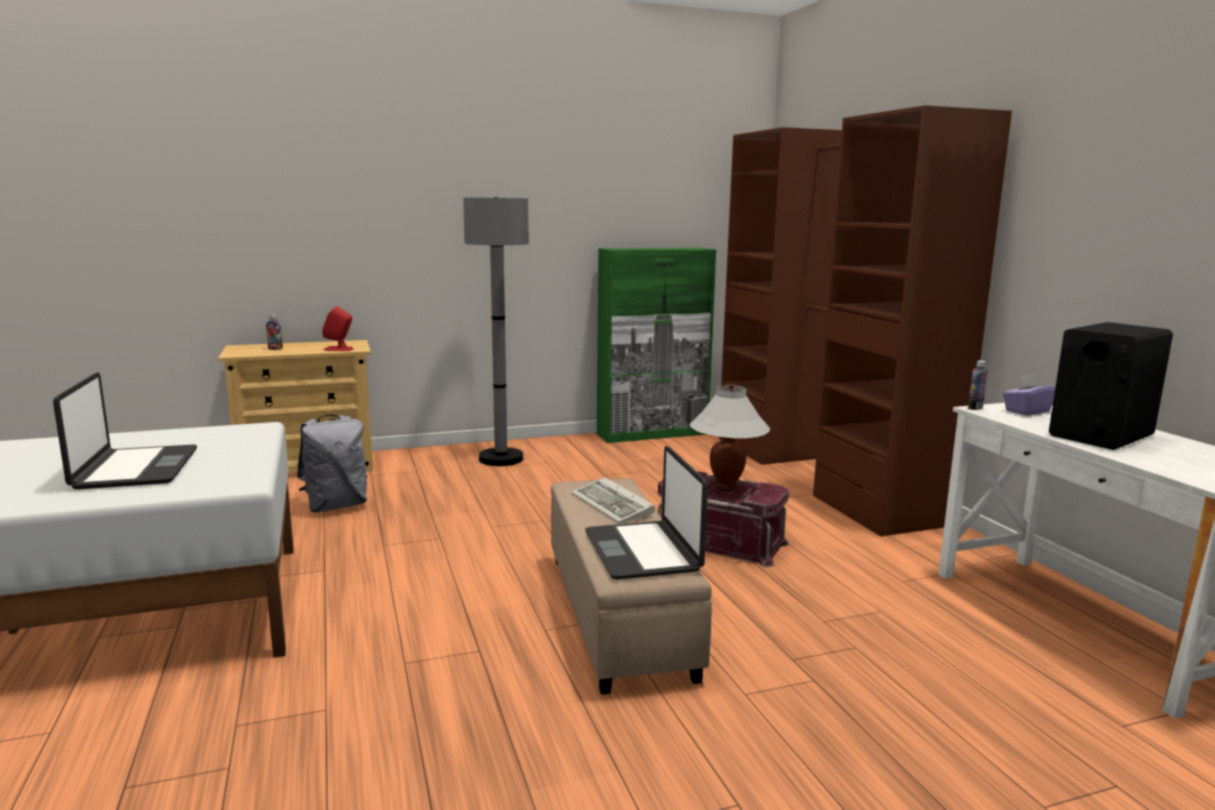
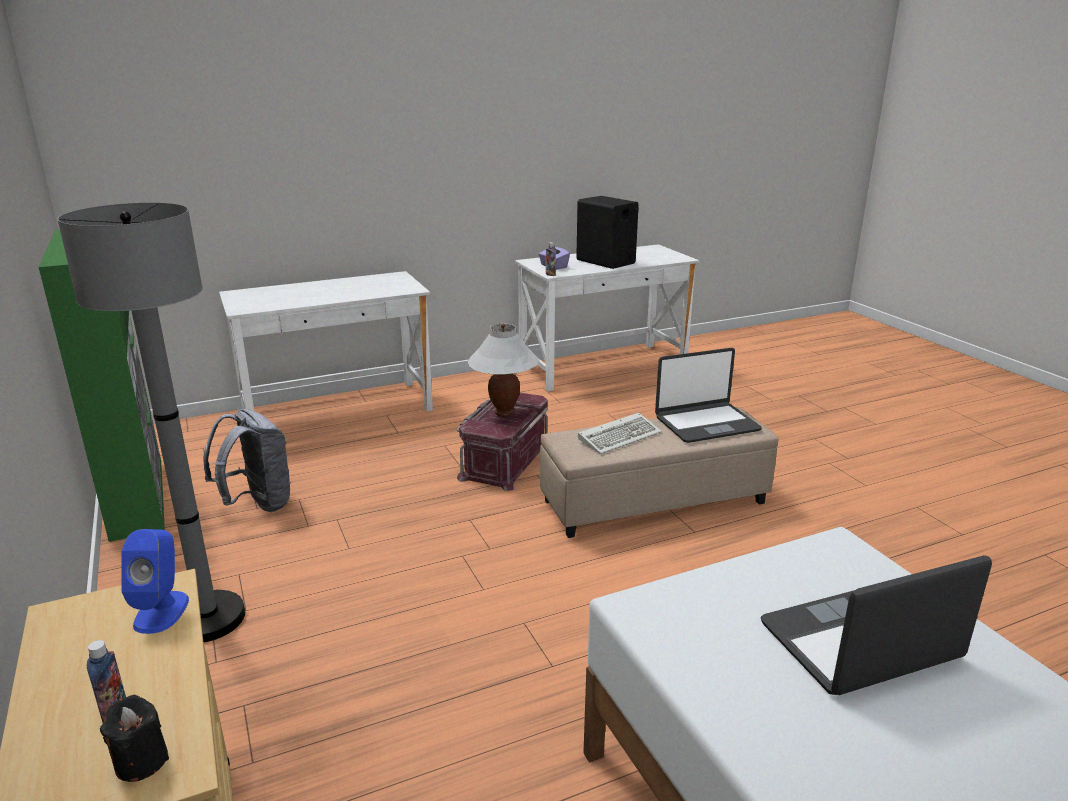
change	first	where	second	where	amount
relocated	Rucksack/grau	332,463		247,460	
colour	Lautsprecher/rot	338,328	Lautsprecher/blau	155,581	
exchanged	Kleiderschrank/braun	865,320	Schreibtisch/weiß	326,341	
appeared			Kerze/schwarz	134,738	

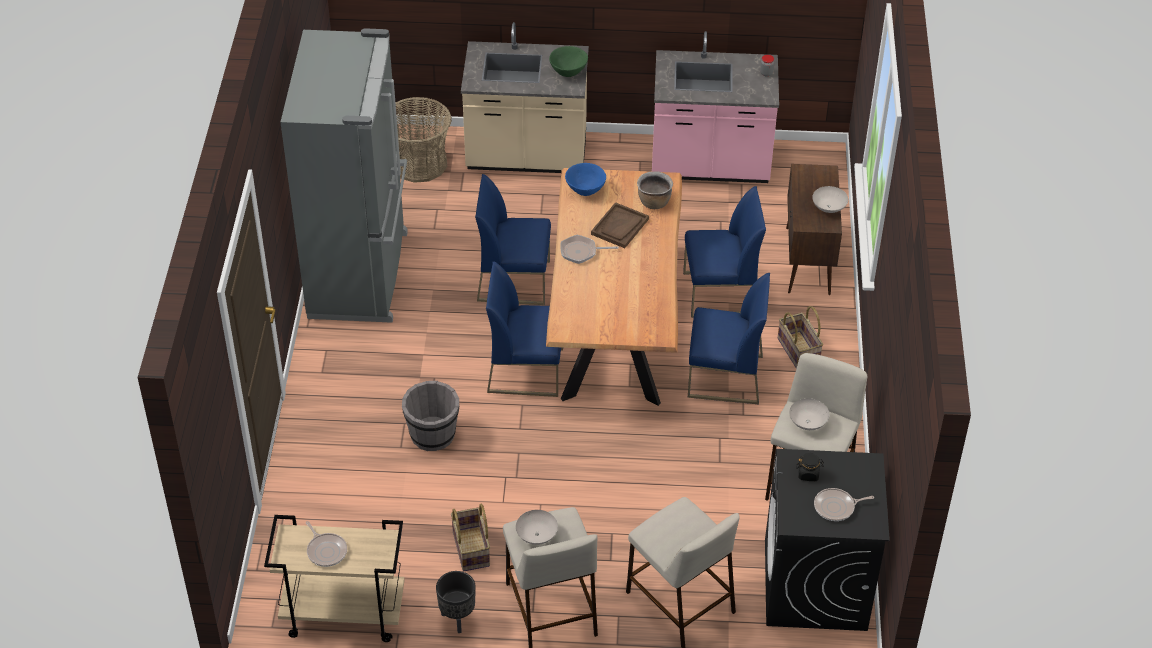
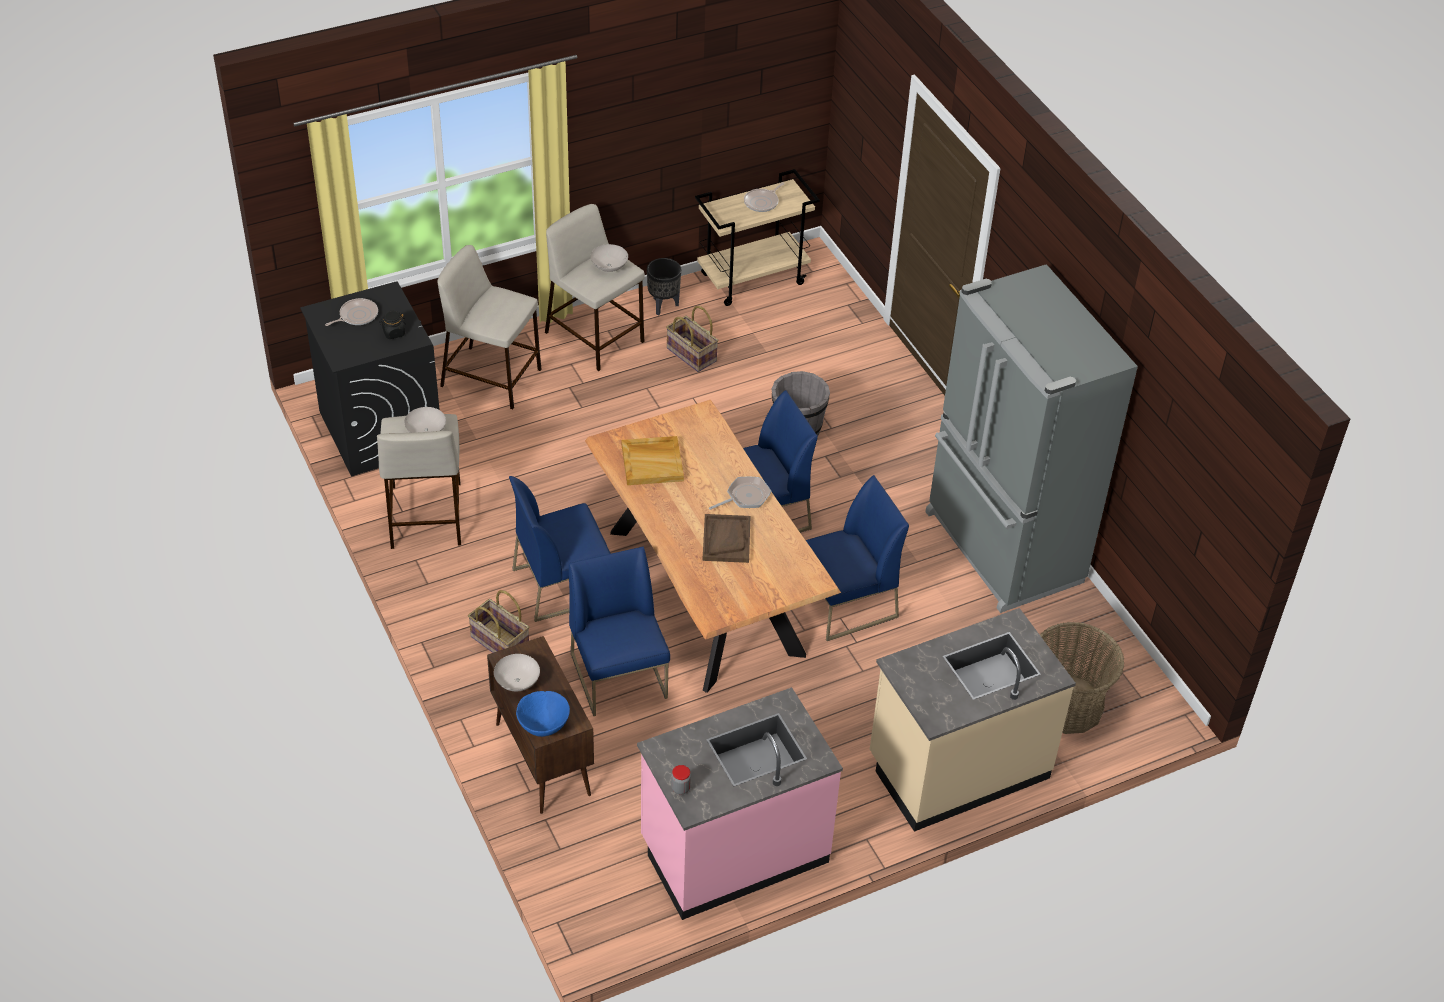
change	first	where	second	where	amount
spun	Pfanne	326,544		764,197	75 degrees counterclockwise
missing	Schüssel/grün	568,61			
relocated	Schüssel/blau	585,179		543,714	
missing	Kochtopf/braun	655,190			
spun	Stuhl/blau	724,252		619,631	105 degrees clockwise
appeared			Tablett/beige	653,460	

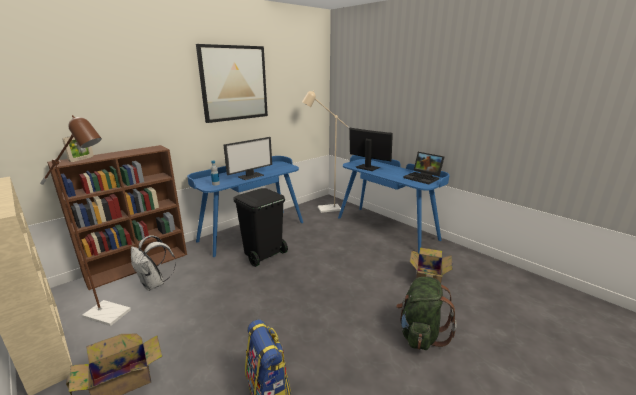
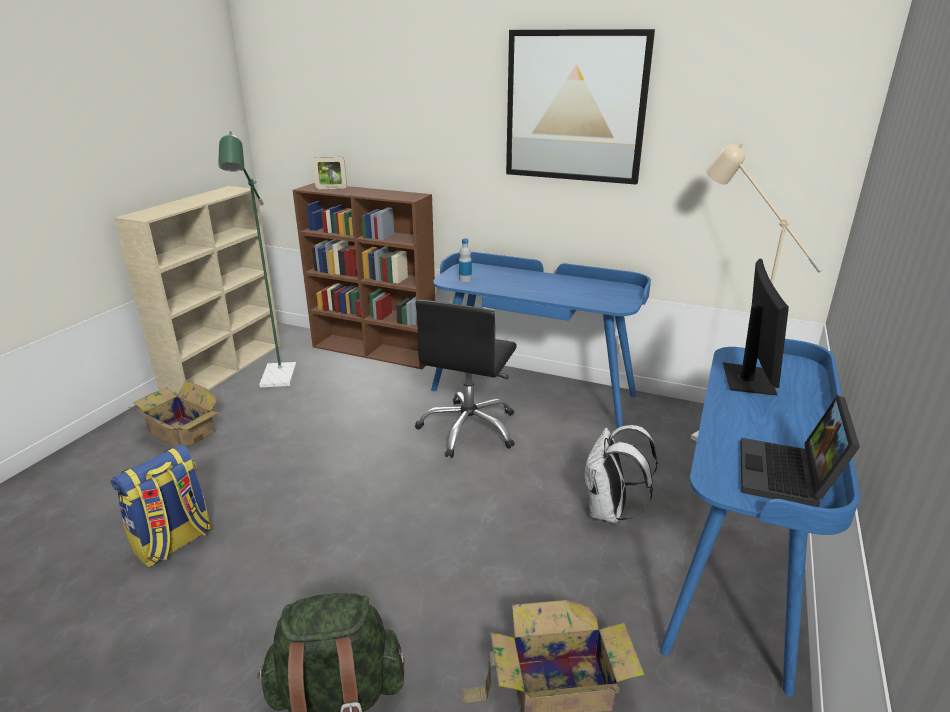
change	first	where	second	where	amount
colour	Stehlampe/braun	85,220	Stehlampe/grün	257,259	
relocated	Rucksack/weiß	153,263		620,474	
missing	Monitor	248,158			
exchanged	Mülleimer/schwarz	260,227	Bürostuhl/schwarz	466,379	

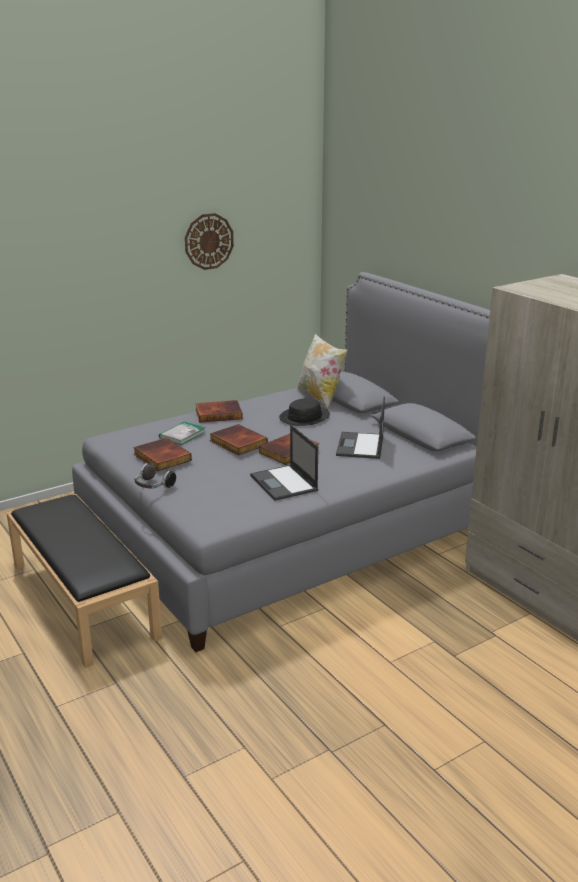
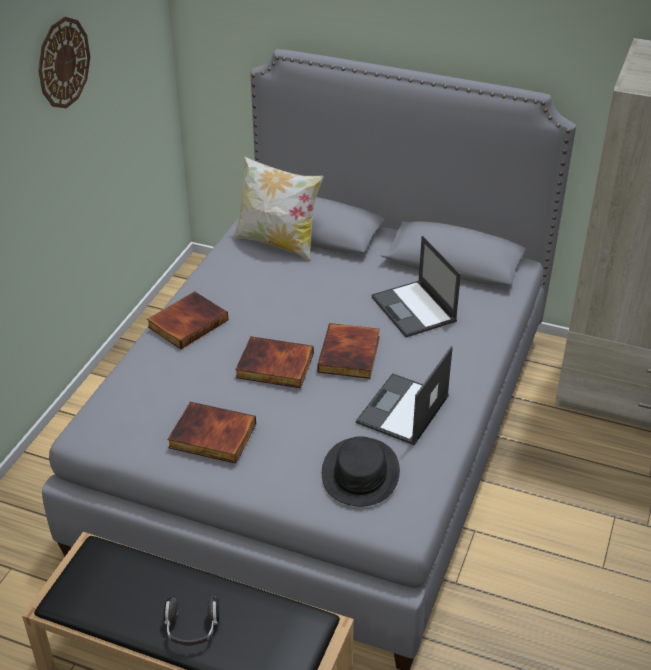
change	first	where	second	where	amount
relocated	Kopfhörer	155,476		191,621	
missing	Buch	182,433			
spun	Laptop	284,463		404,395	90 degrees clockwise
relocated	Hut/schwarz	304,412		361,471	

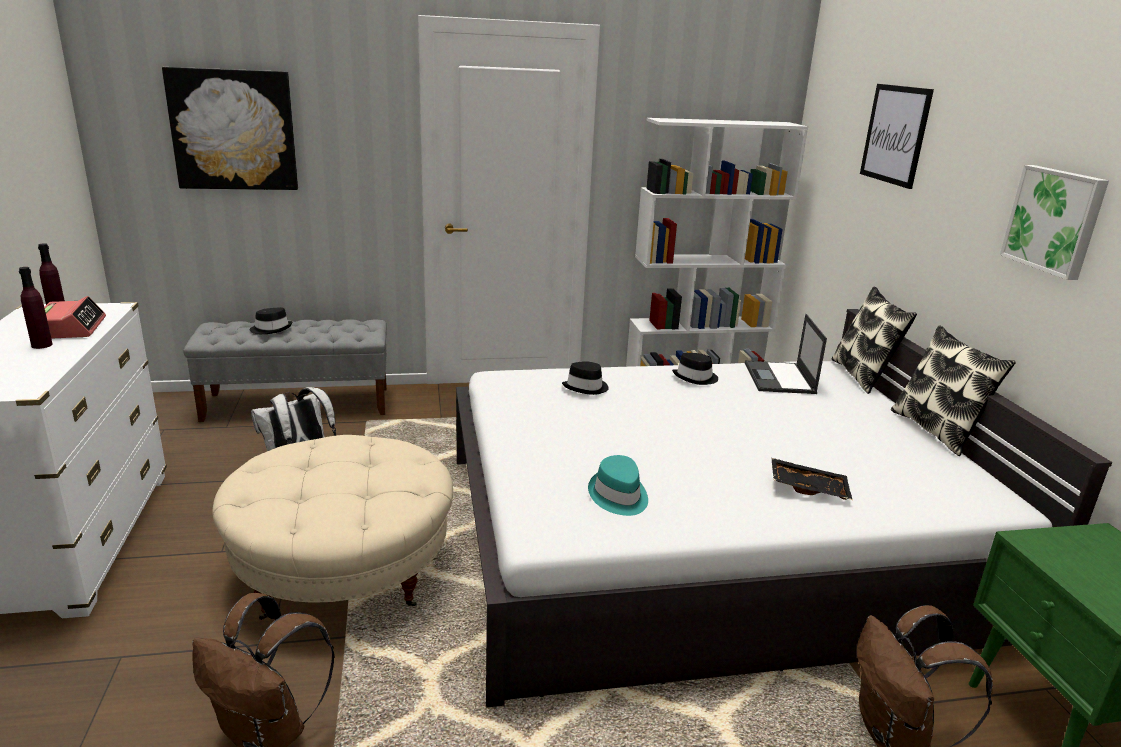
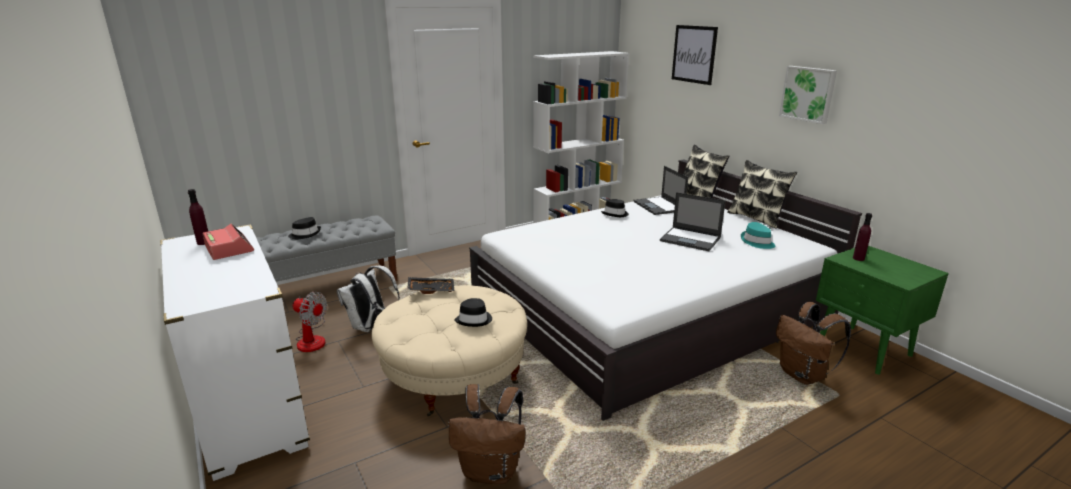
change	first	where	second	where	amount
relocated	Flasche/lila	35,308		862,237	
missing	Bild	230,128			
relocated	Hut/schwarz	585,378		473,312	
relocated	Hut/türkis	618,485		758,235	
relocated	Tablett/schwarz	812,479		430,285	
appeared			Ventilator	309,321	
appeared			Laptop	693,221	

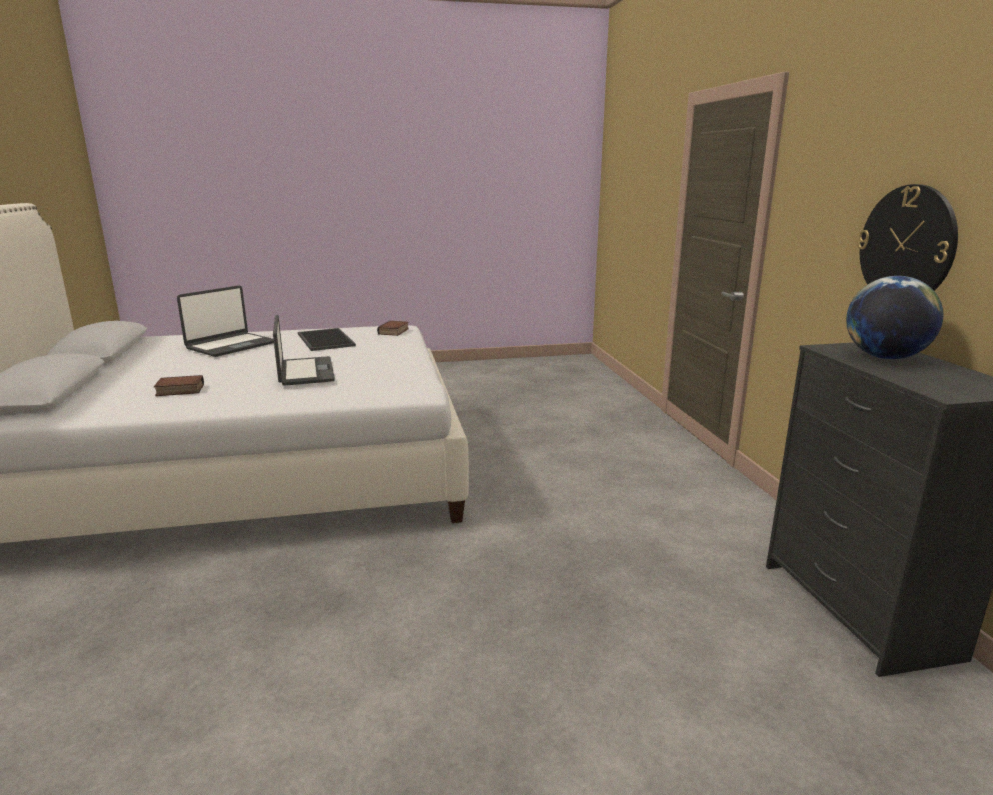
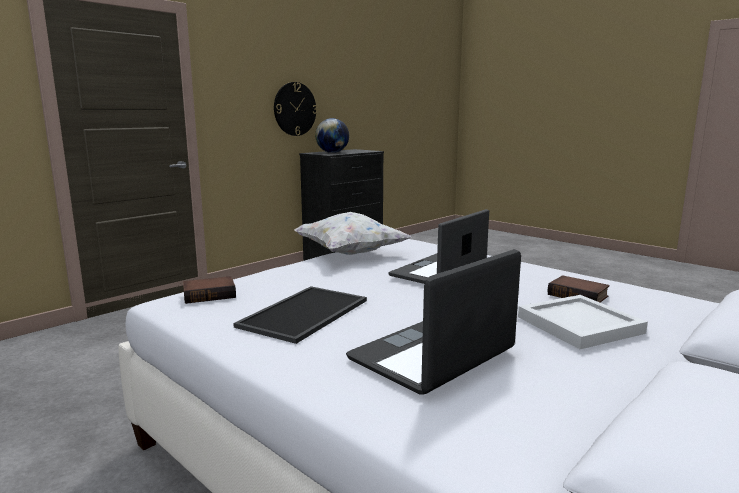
change	first	where	second	where	amount
spun	Laptop	225,321		433,322	45 degrees counterclockwise
appeared			Kissen/weiß	352,233	
appeared			Tablett/weiß	583,322	

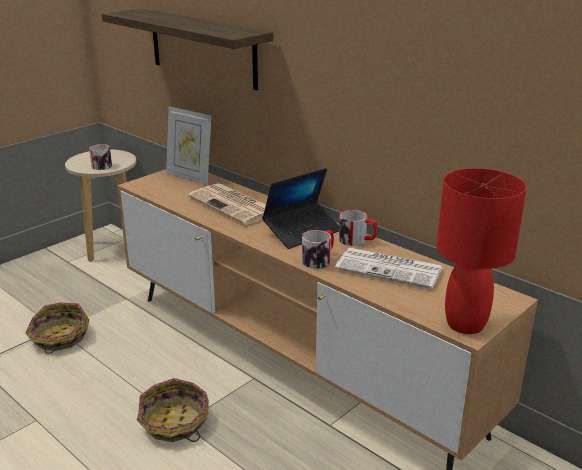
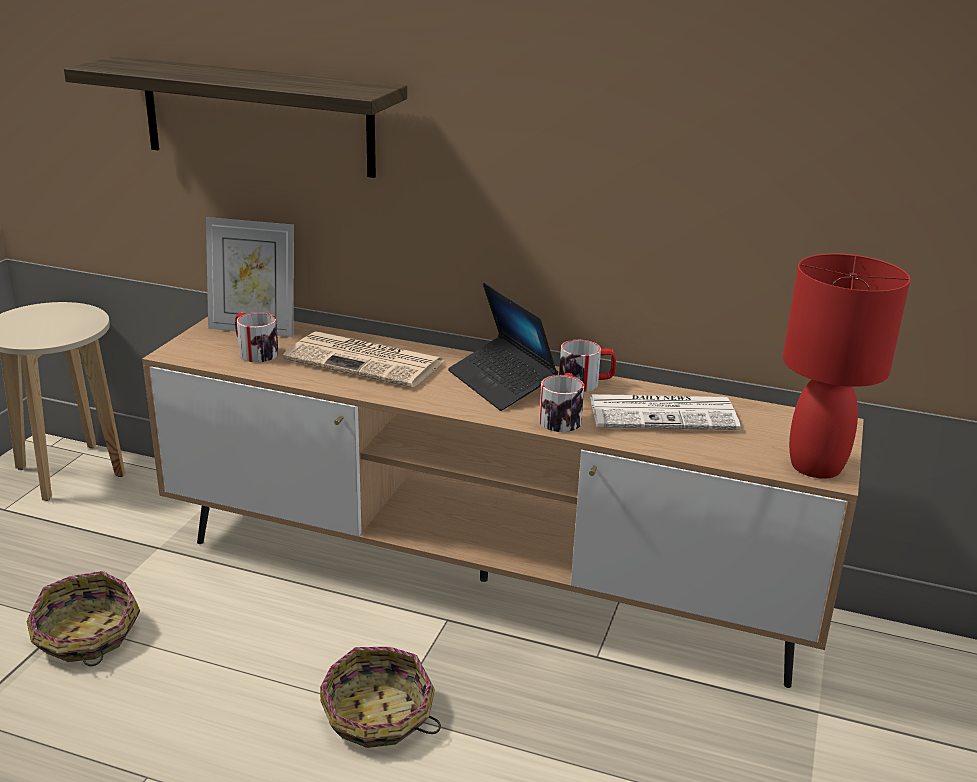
change	first	where	second	where	amount
relocated	Henkelbecher	100,157		256,337	
spun	Laptop	300,208		503,347	120 degrees clockwise

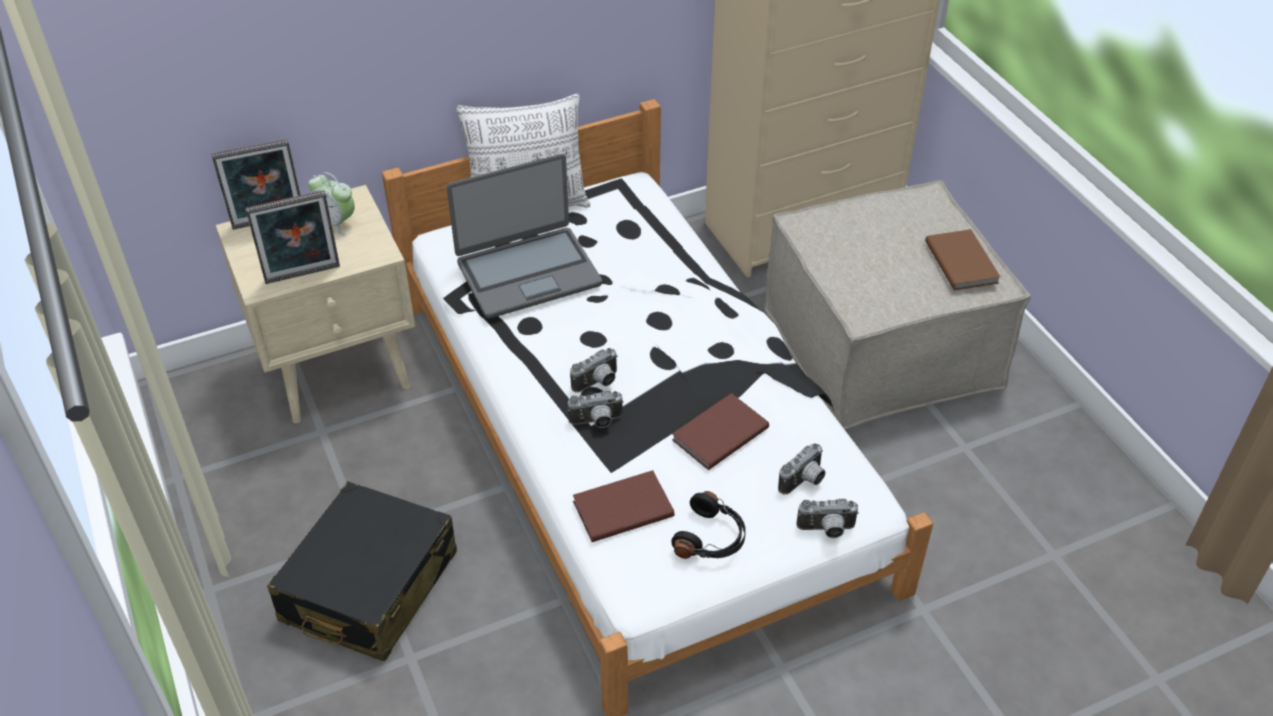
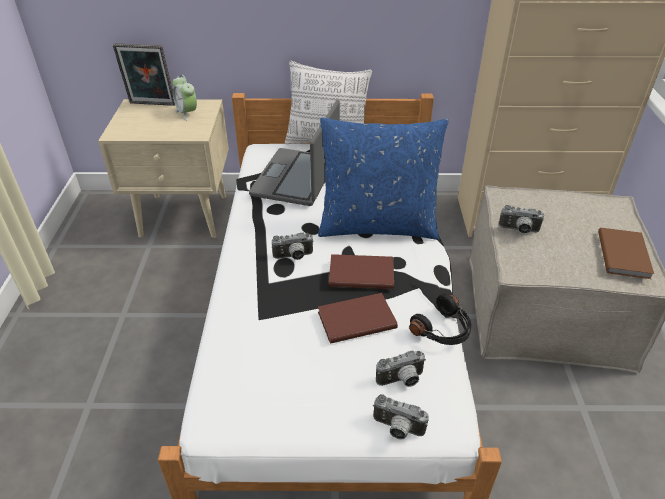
change	first	where	second	where	amount
missing	Bilderrahmen	292,237			
missing	Koffer/schwarz	362,571			
spun	Laptop	524,236		294,152	105 degrees clockwise
relocated	Kamera	596,409		521,219	
relocated	Buch/braun	624,506		361,271	
relocated	Kopfhörer/schwarz	708,525		440,319	
appeared			Kissen/blau	383,179	

